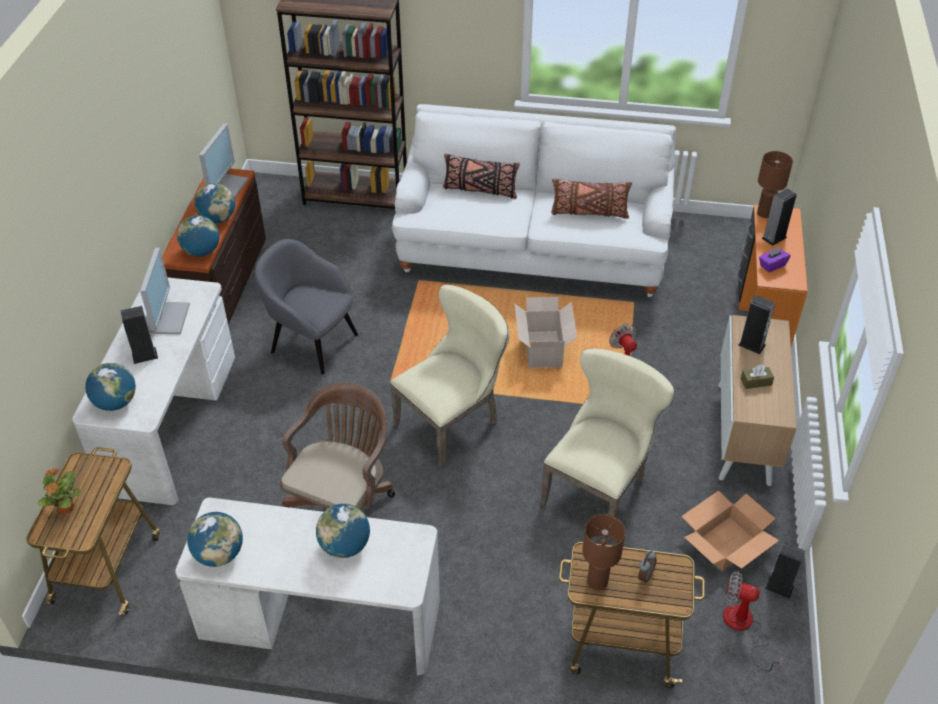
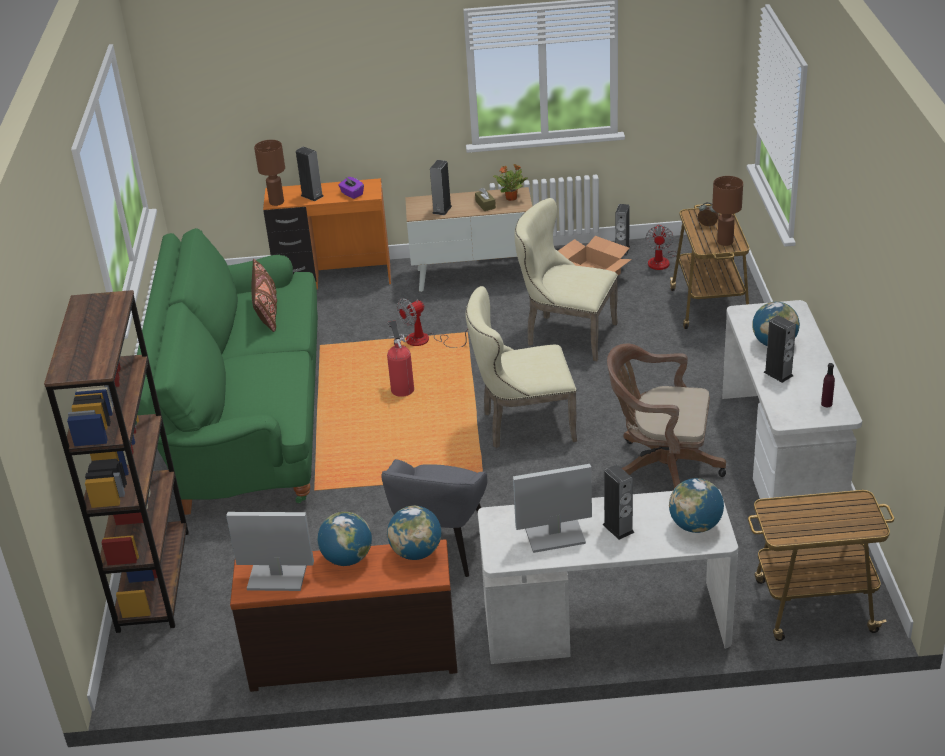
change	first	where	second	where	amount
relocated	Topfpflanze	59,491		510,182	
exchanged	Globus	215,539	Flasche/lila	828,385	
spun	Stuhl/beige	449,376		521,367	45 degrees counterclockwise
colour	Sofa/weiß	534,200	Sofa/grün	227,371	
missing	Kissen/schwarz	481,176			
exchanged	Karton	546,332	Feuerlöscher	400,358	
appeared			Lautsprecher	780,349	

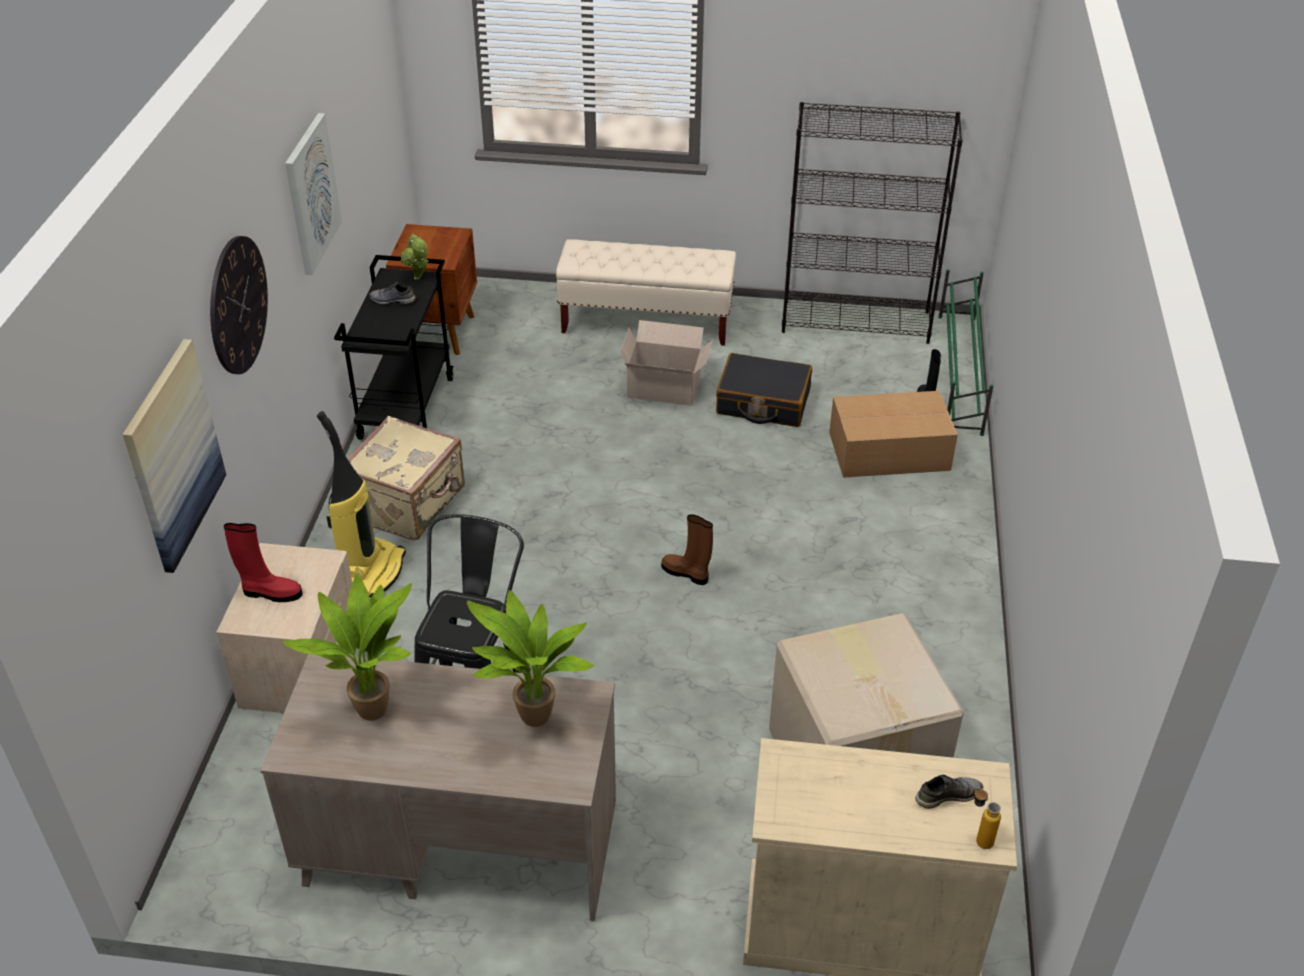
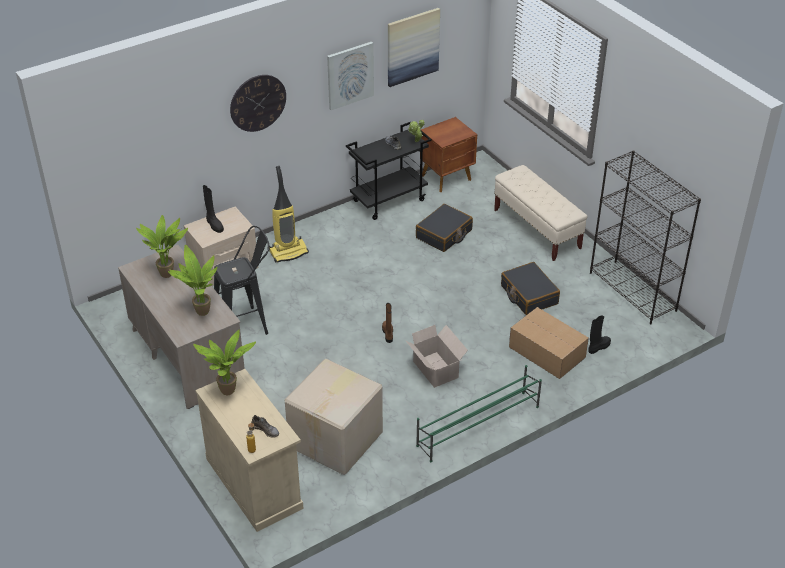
change	first	where	second	where	amount
relocated	Bild	174,456		414,47	
colour	Stiefel/rot	263,562	Stiefel/schwarz	213,209	
missing	Koffer/beige	406,478			
relocated	Karton	666,363		436,356	
relocated	Schuhregal/grün	966,352		479,413	
appeared			Topfpflanze	224,362	
appeared			Koffer/schwarz	444,228	

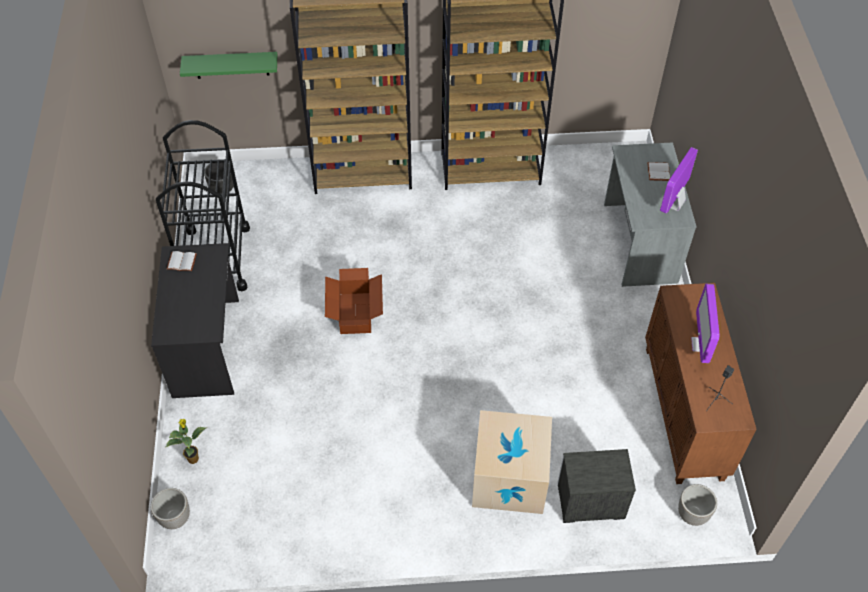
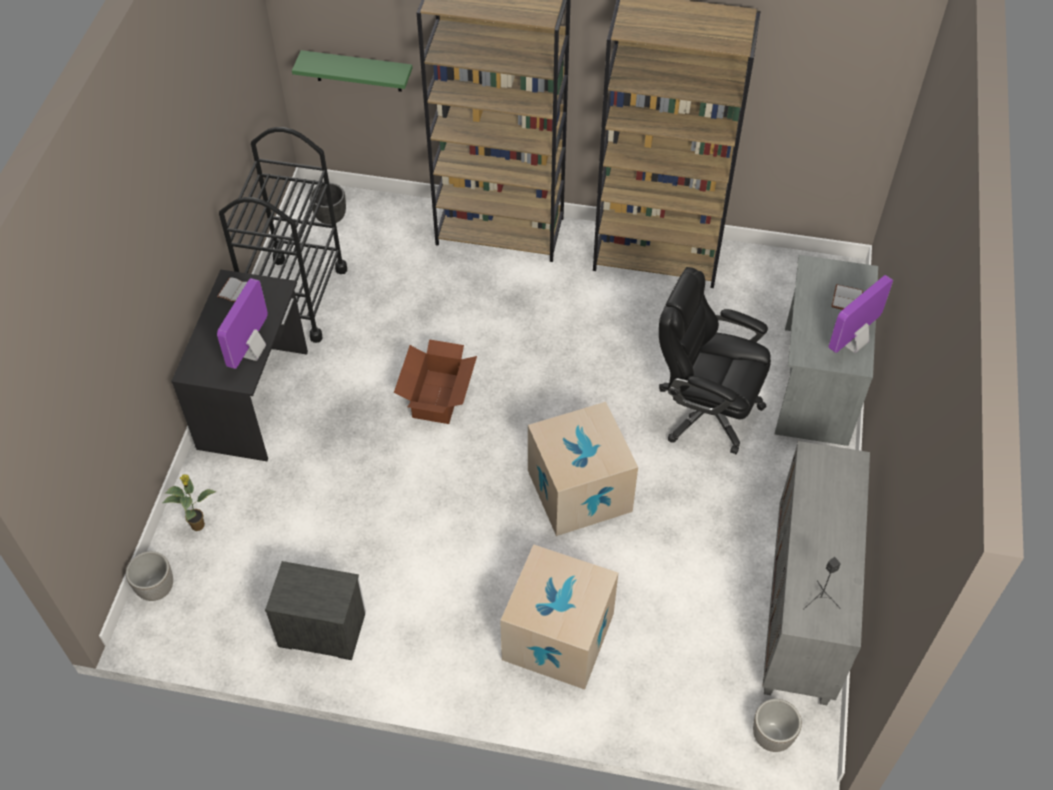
change	first	where	second	where	amount
relocated	Nachttisch	597,486		315,610	
colour	Schrank/braun	701,383	Schrank/grau	816,573	
relocated	Monitor	705,323		242,323	
appeared			Karton	583,469	
appeared			Bürostuhl/schwarz	715,360	

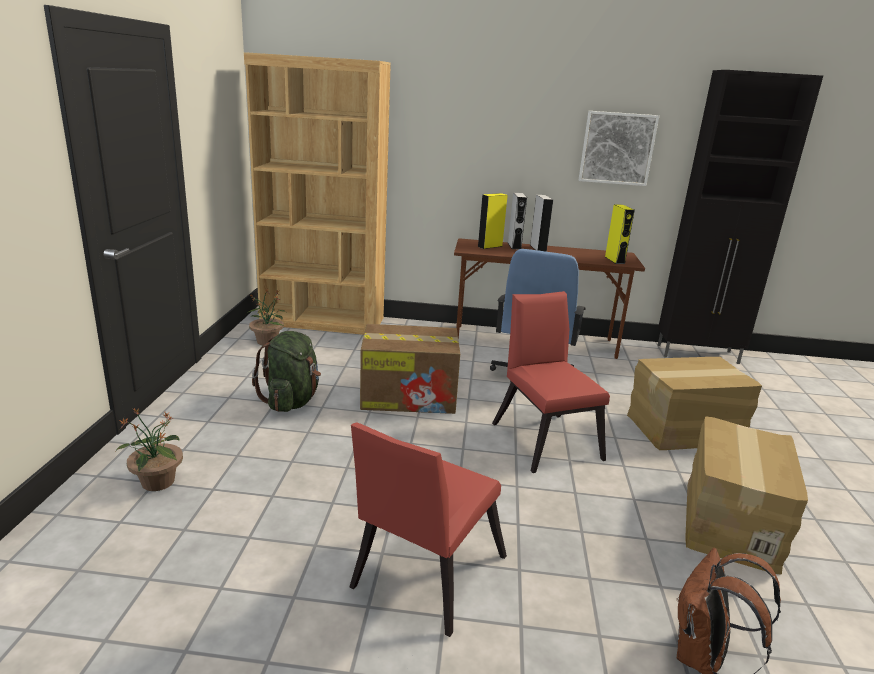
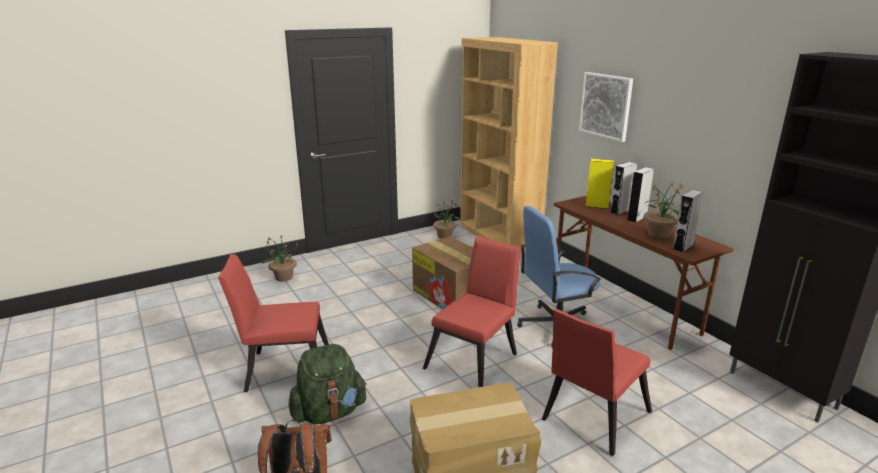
change	first	where	second	where	amount
relocated	Rucksack/grün	286,371		327,384	
relocated	Bild	619,148		606,107	
colour	Lautsprecher/gelb	620,234	Lautsprecher/grau	687,221	
exchanged	Karton	694,403	Stuhl/rot	597,382	
appeared			Topfpflanze	664,210	

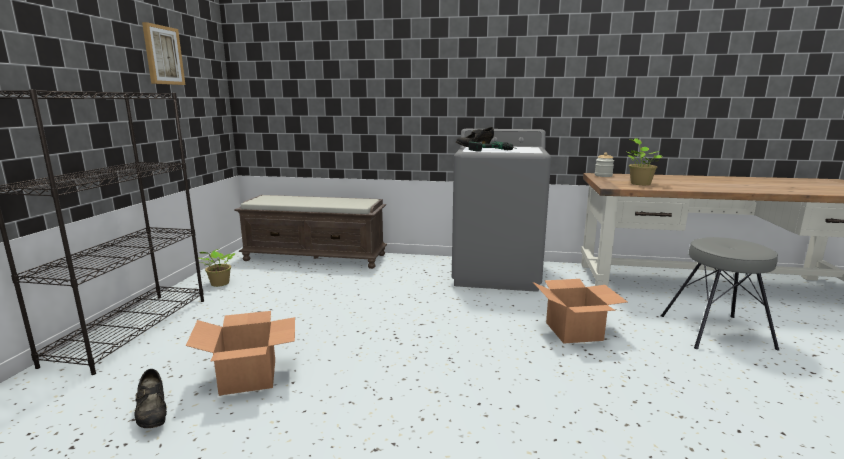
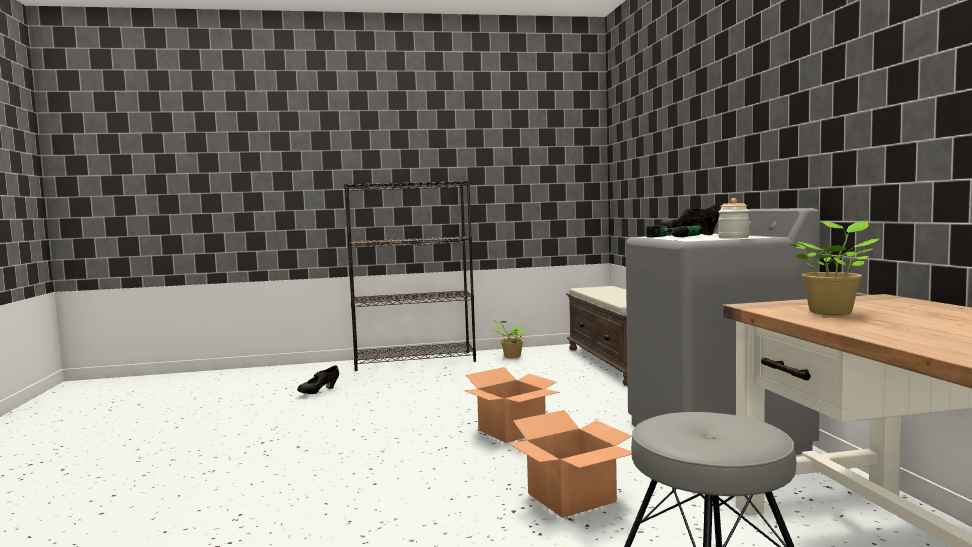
change	first	where	second	where	amount
missing	Bild	163,53			
relocated	Karton	240,353		511,405	
relocated	Vorratsglas	604,165		733,218	

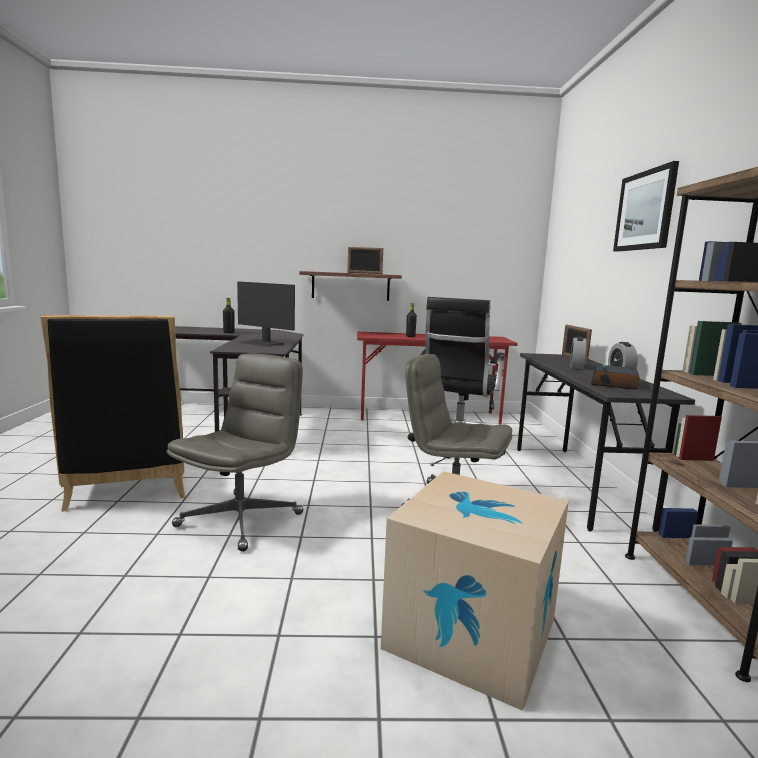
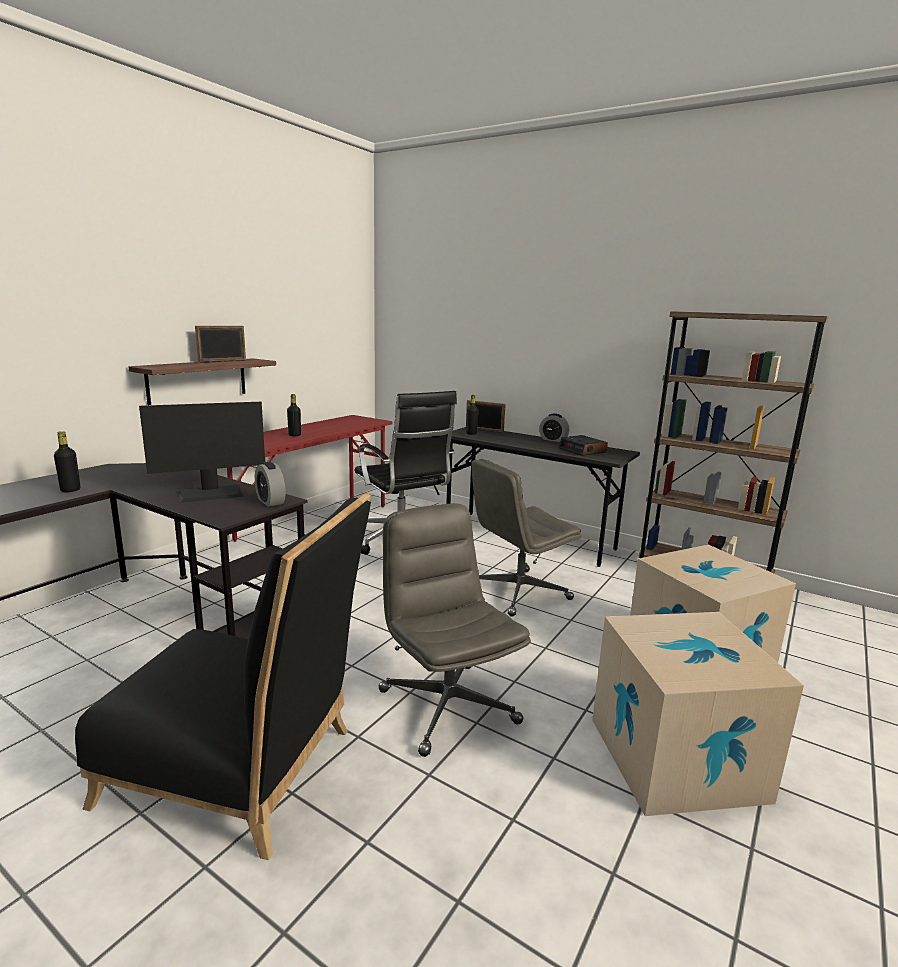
change	first	where	second	where	amount
relocated	Wecker	578,353		270,484	
missing	Bild	646,206			
appeared			Flasche/schwarz	472,415	
appeared			Karton	698,714	

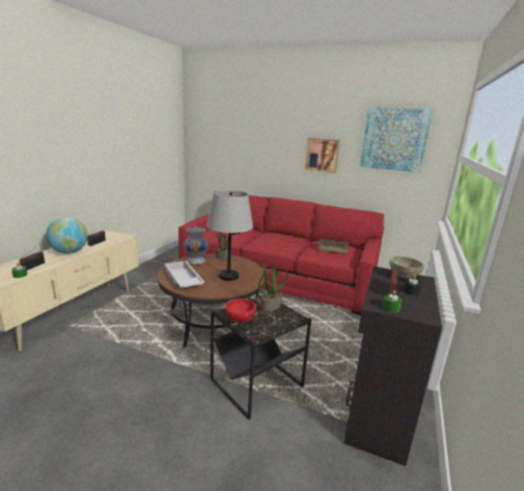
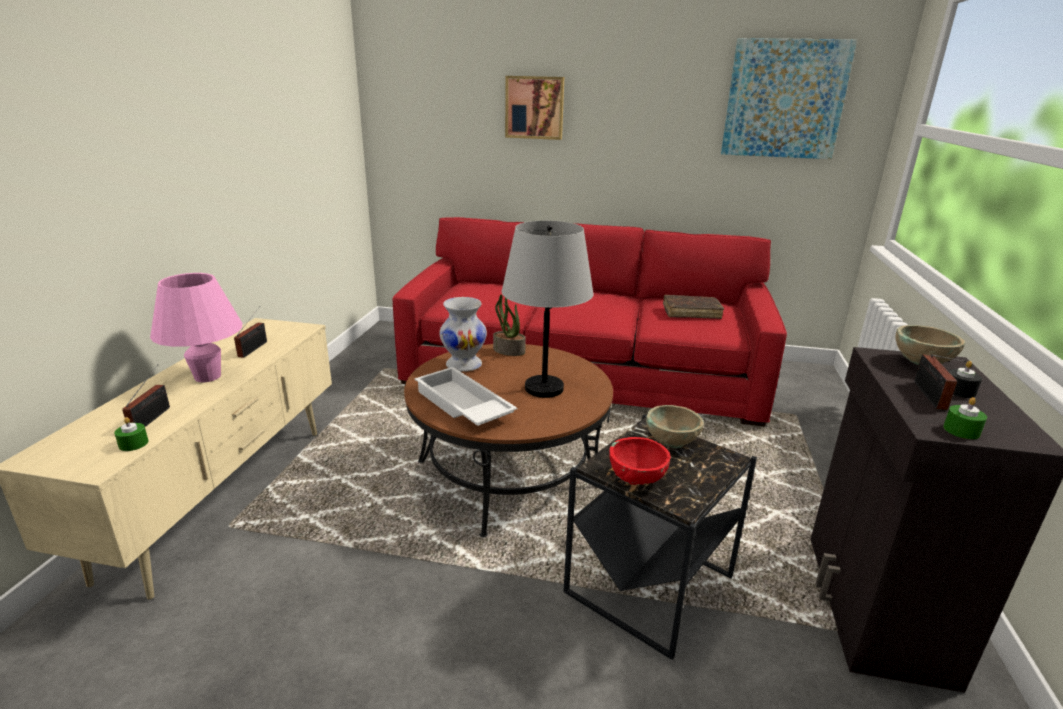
change	first	where	second	where	amount
exchanged	Globus	67,235	Tischlampe/rosa	196,327	
exchanged	Topfpflanze	273,288	Schüssel/beige	675,426	
relocated	Bild	322,155		534,108	

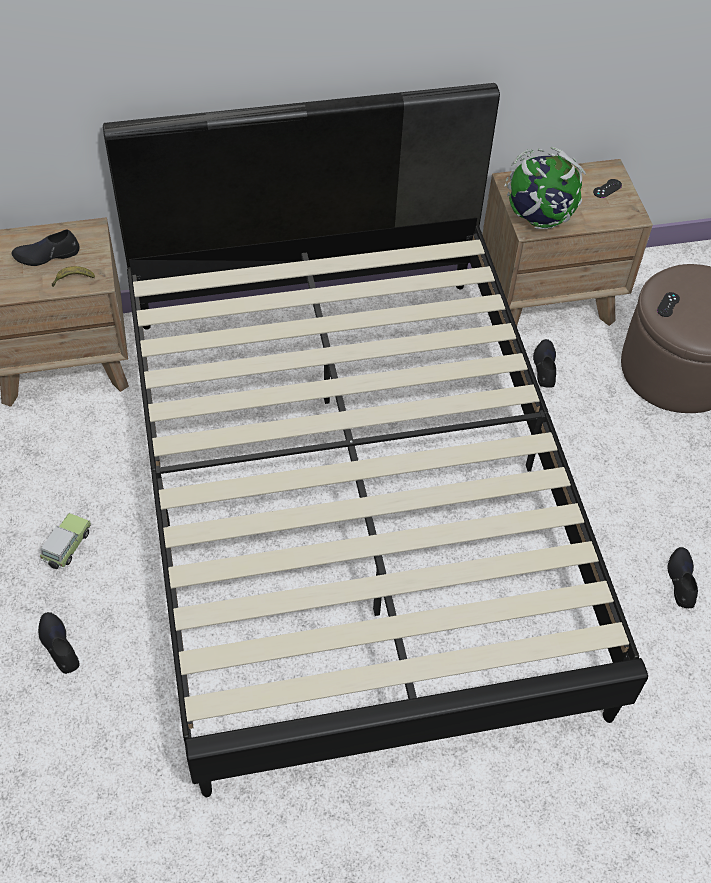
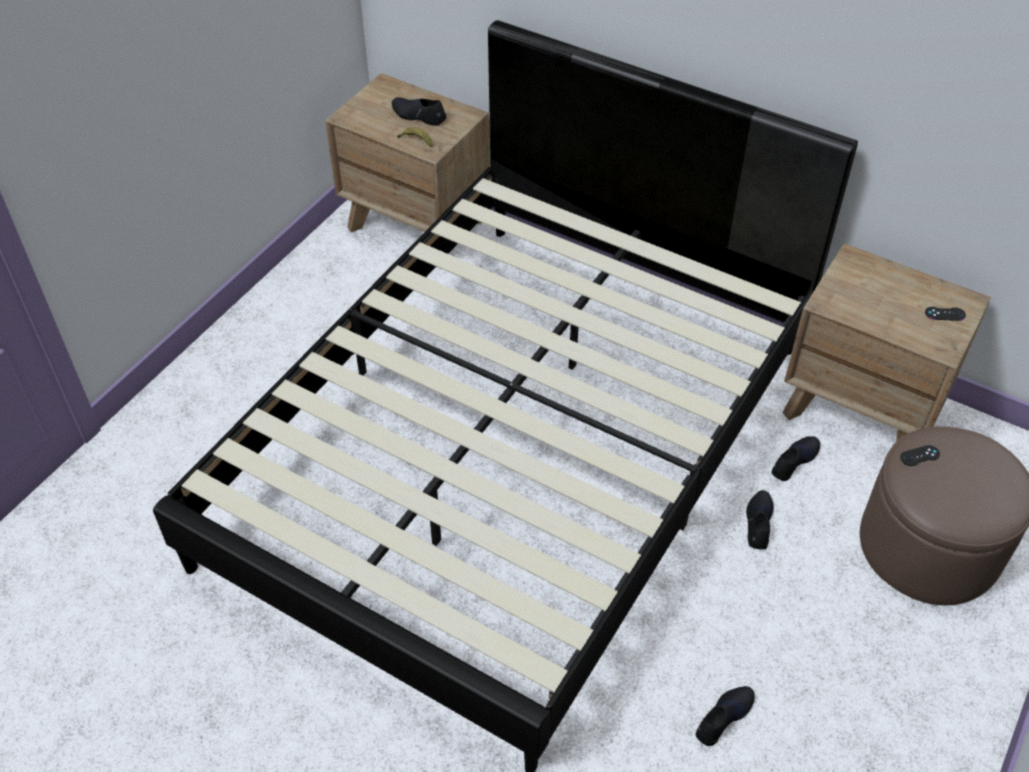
change	first	where	second	where	amount
relocated	Schuh/schwarz	59,643		760,520	
missing	Spielzeugauto	65,541			
missing	Globus	545,188			

